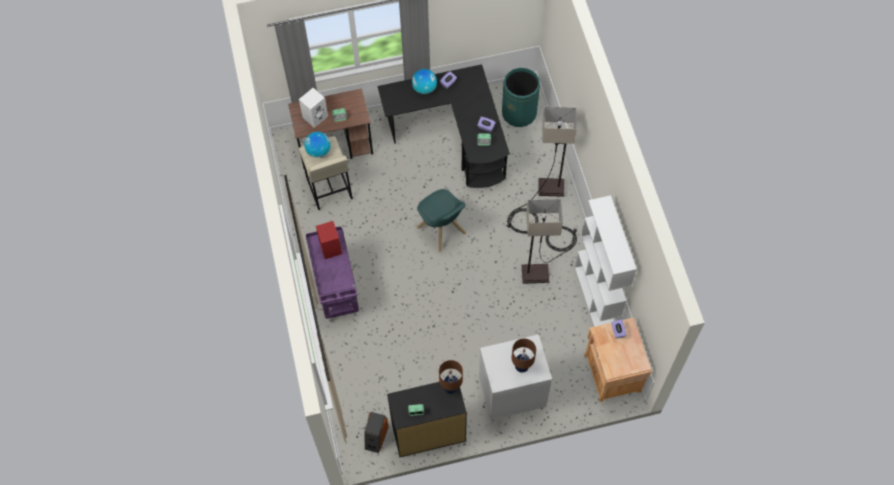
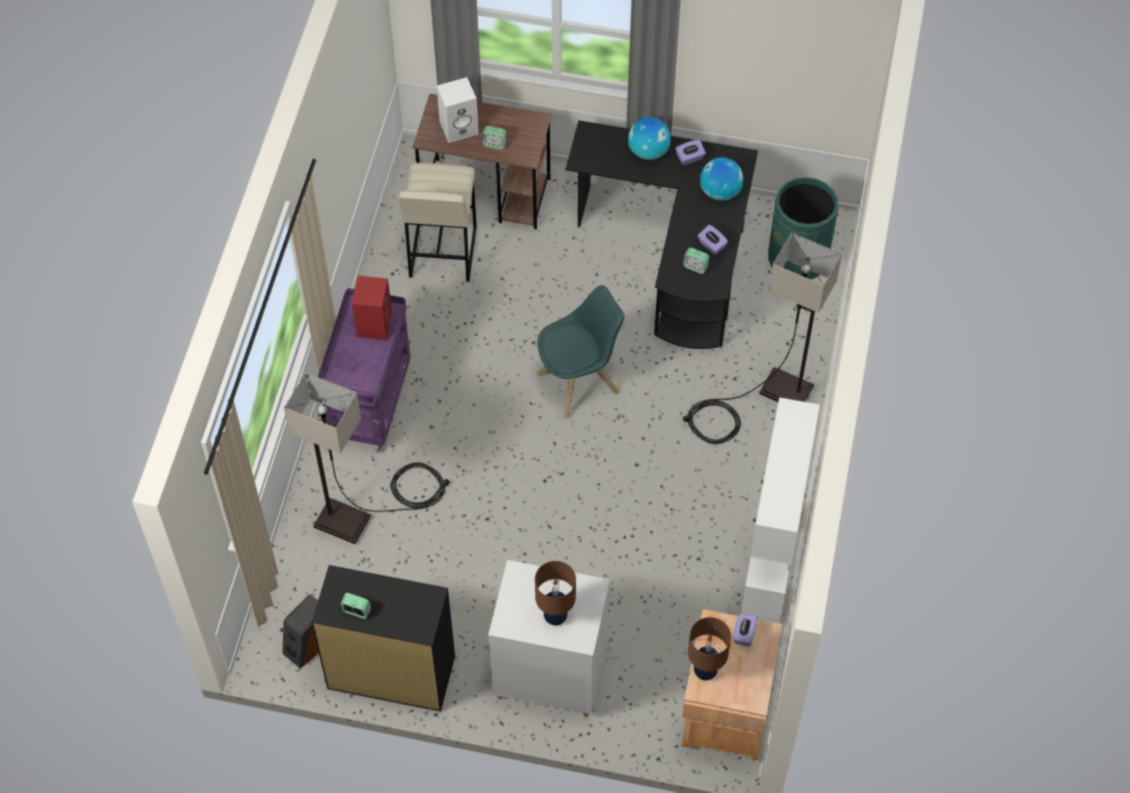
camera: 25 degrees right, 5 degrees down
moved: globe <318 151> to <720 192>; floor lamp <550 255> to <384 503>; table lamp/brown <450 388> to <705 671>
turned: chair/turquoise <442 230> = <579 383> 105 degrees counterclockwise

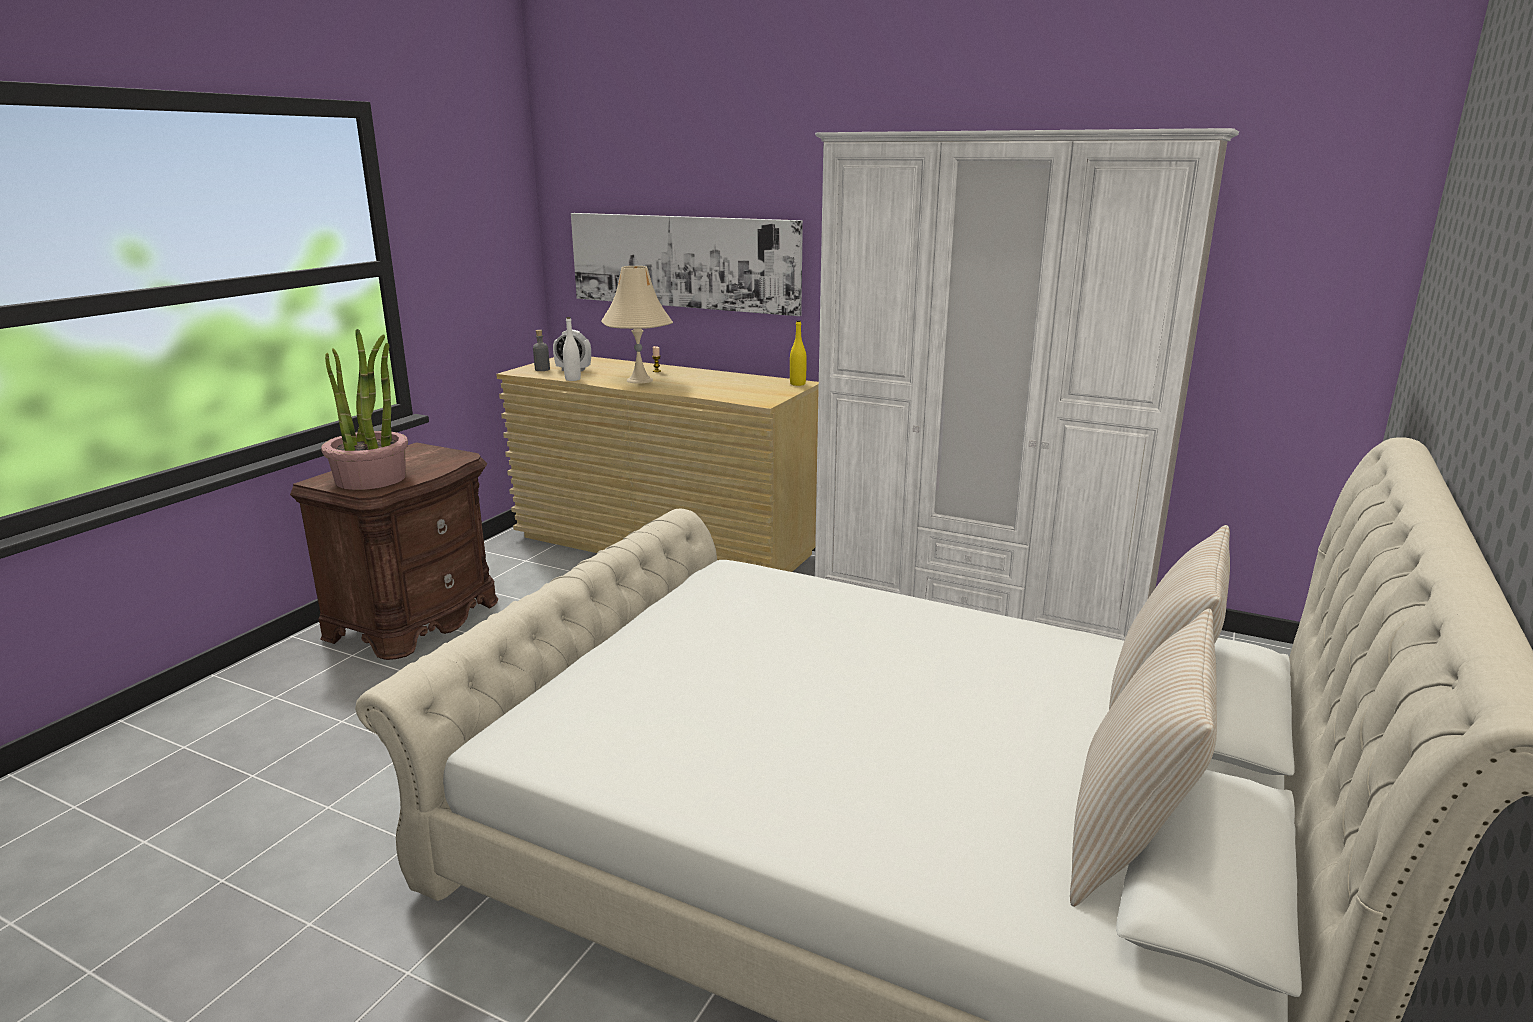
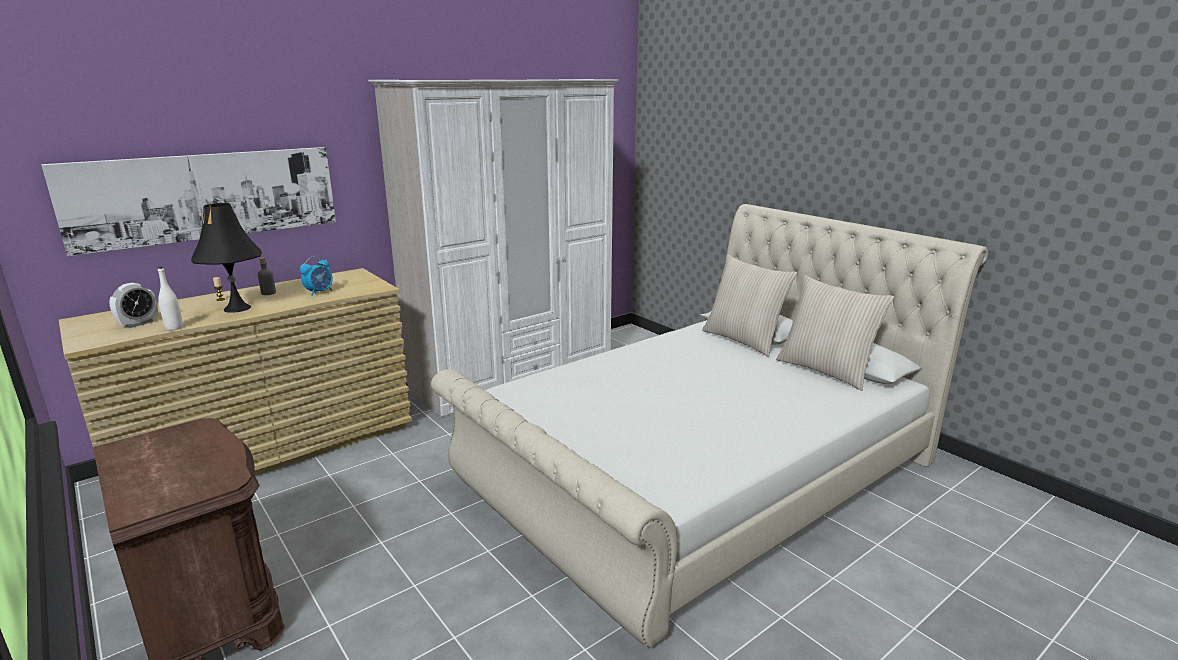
camera: 65 degrees left, 0 degrees up
removed: bottle/yellow <797 384>; potted plant <371 479>
added: alarm clock <319 292>
moved: bottle/grey <542 369> to <268 293>
recoloured: table lamp/beige <640 380> to table lamp/black <237 308>

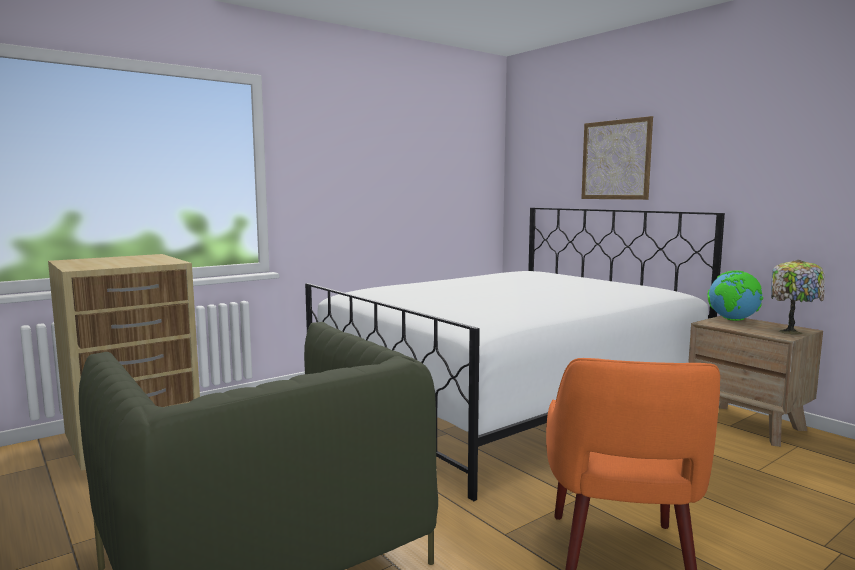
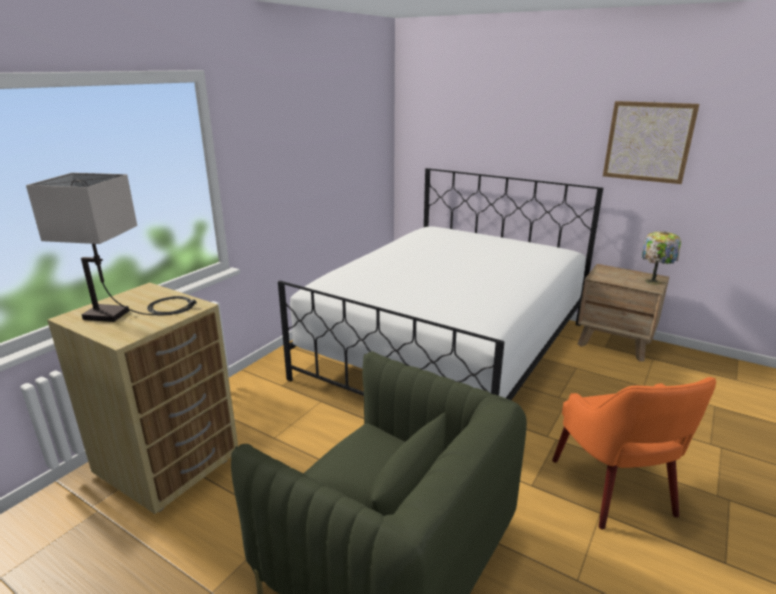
camera: 20 degrees left, 15 degrees up
removed: globe <733 320>
added: table lamp <134 312>
moved: picture <616 159> to <648 141>

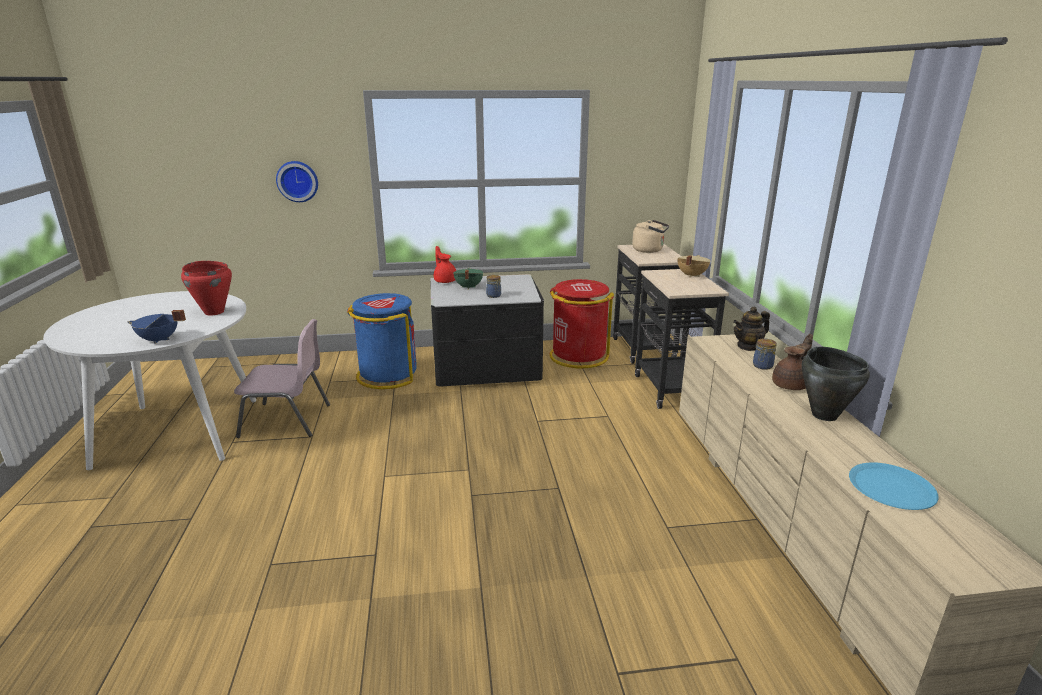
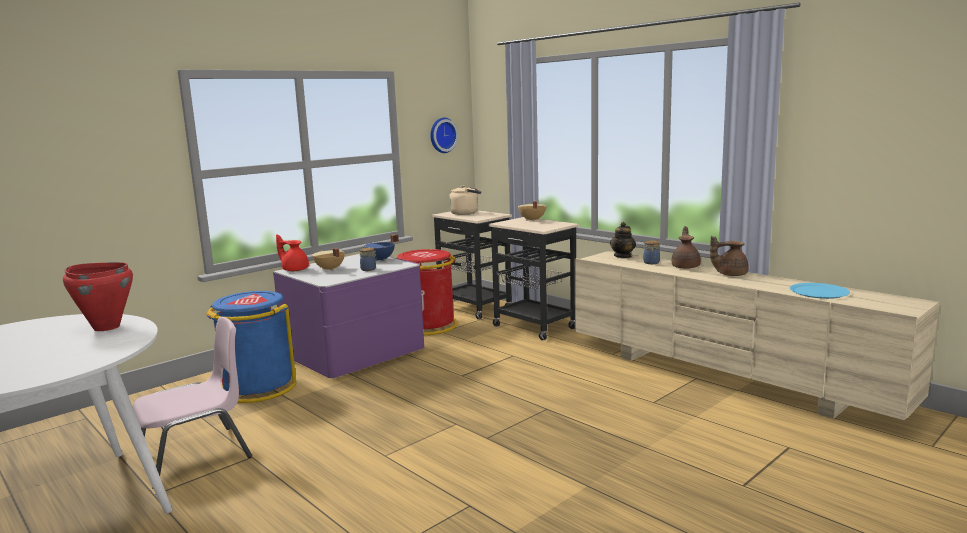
camera: 35 degrees left, 10 degrees down
moved: wall clock <298 181> to <442 135>; cooking pot/blue <159 340> to <381 259>
replaced: cooking pot/black <824 415> to teapot/brown <729 274>
recoloured: cooking pot/green <468 287> to cooking pot/beige <329 269>; nightstand/black <486 368> to nightstand/purple <355 355>

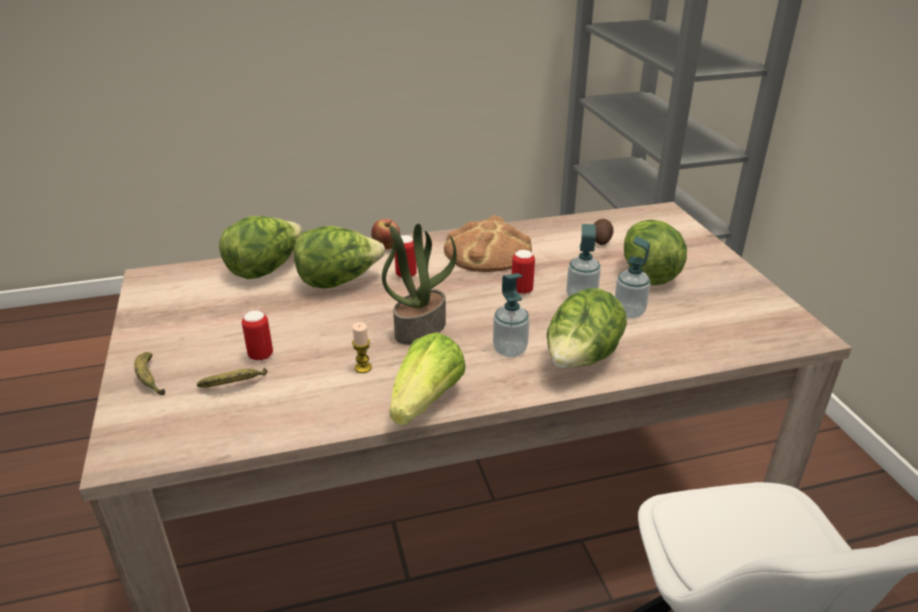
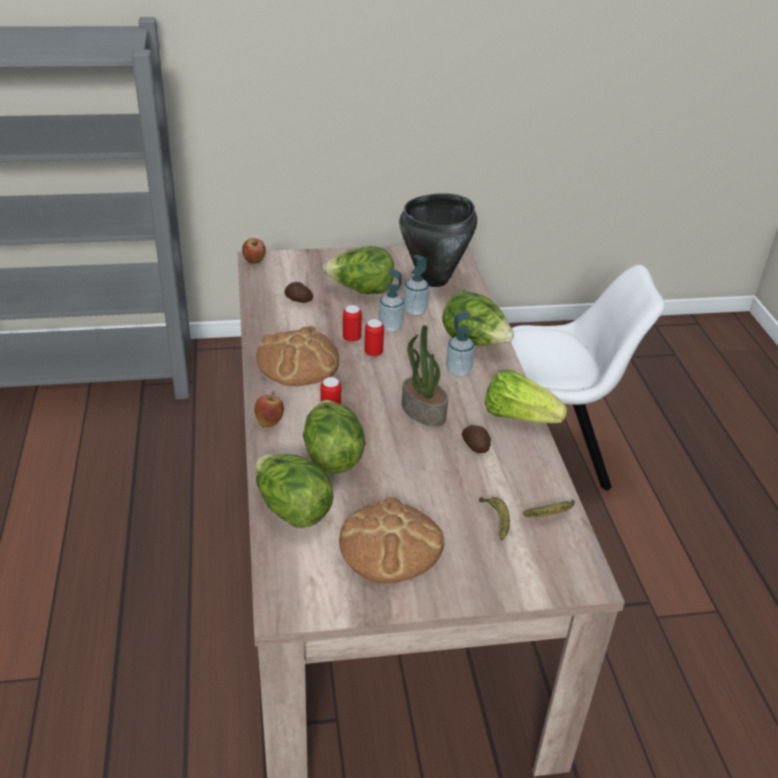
camera: 85 degrees left, 5 degrees up
added: cooking pot/black <434 279>; apple <254 261>; bread <390 545>
moved: can <261 355> to <351 338>; banana <150 379> to <551 515>
replaced: candle <363 368> to potato <475 445>

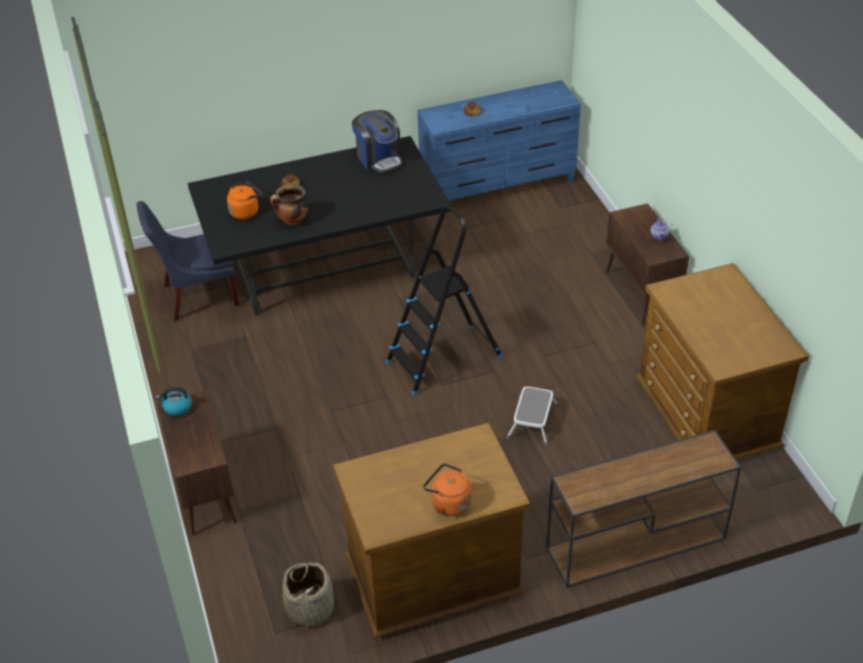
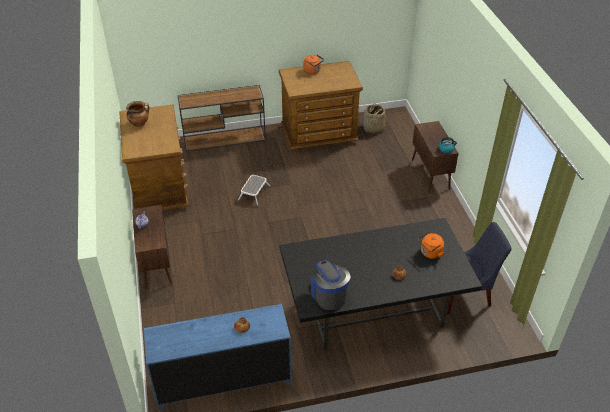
camera: 175 degrees left, 0 degrees up
removed: step ladder/black <443 359>
moved: cooking pot <292 221> to <139 124>

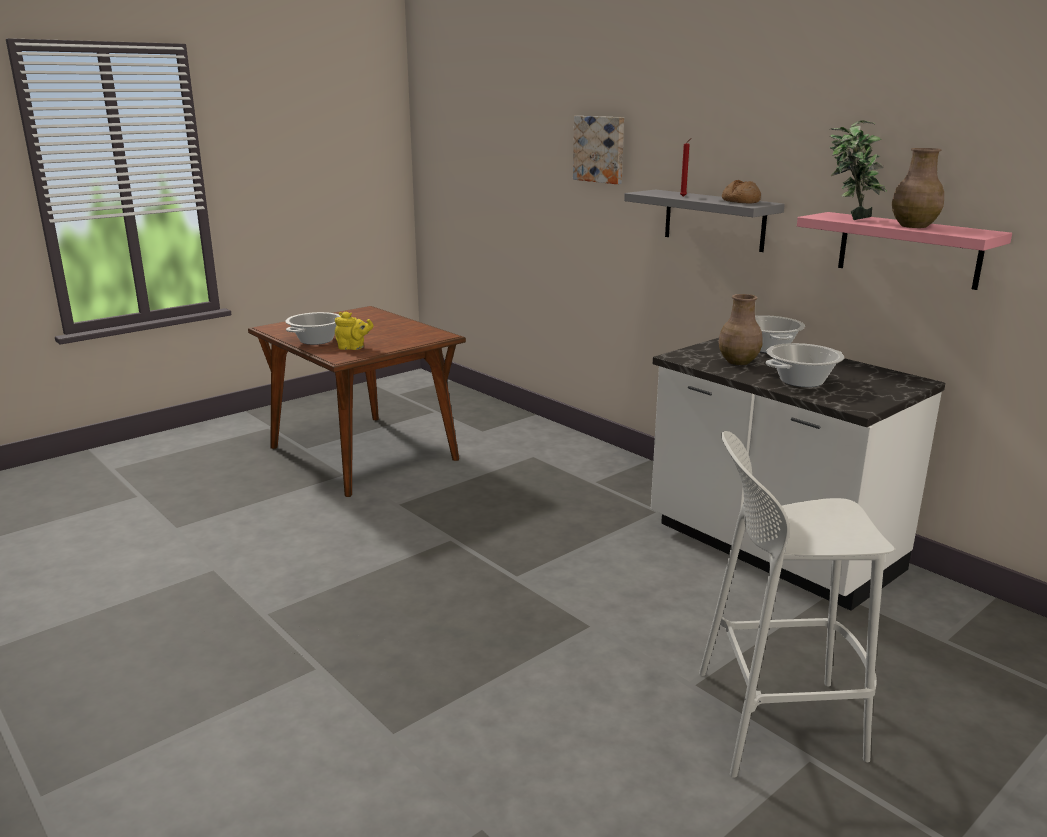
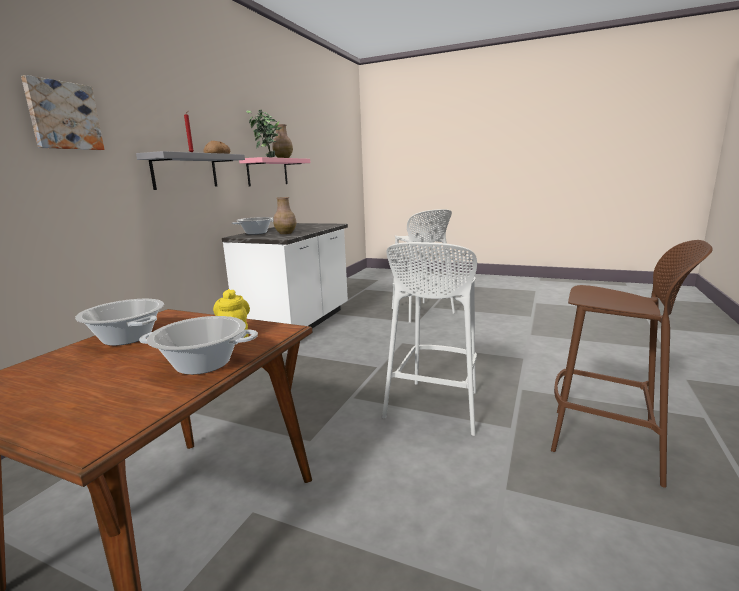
camera: 115 degrees left, 5 degrees down
added: stool/brown <608 442>; stool/white <435 407>
moved: cooking pot <802 381> to <127 338>

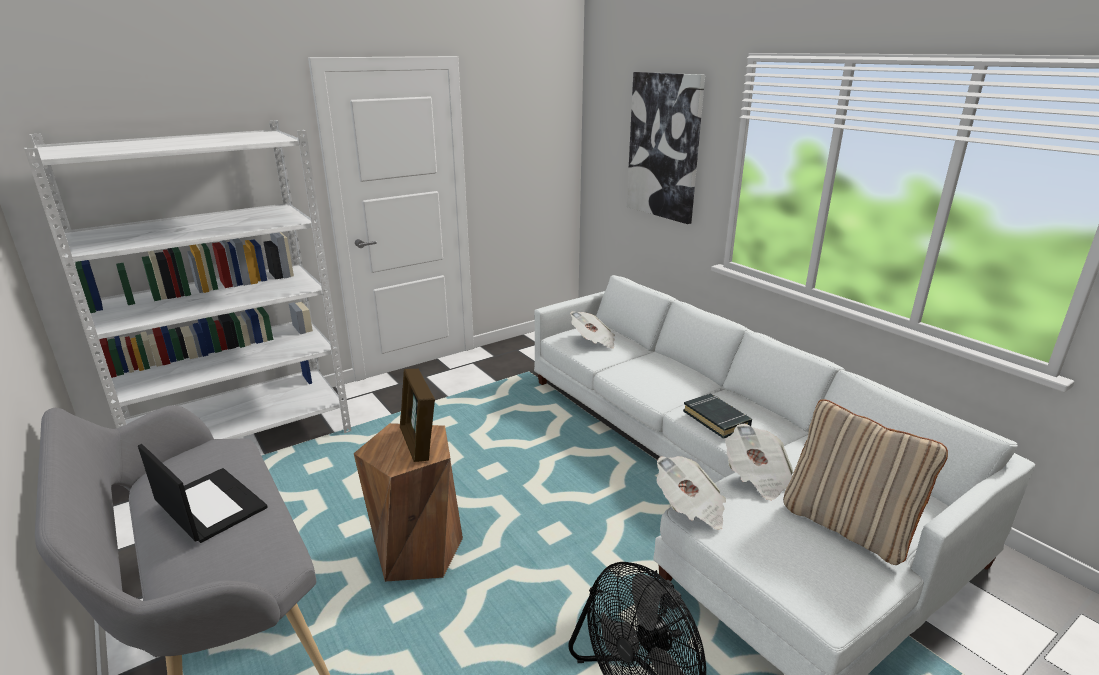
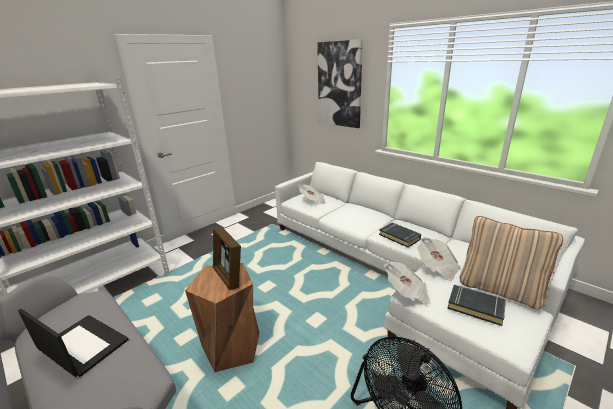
camera: 10 degrees left, 0 degrees up
added: book/black <475 307>

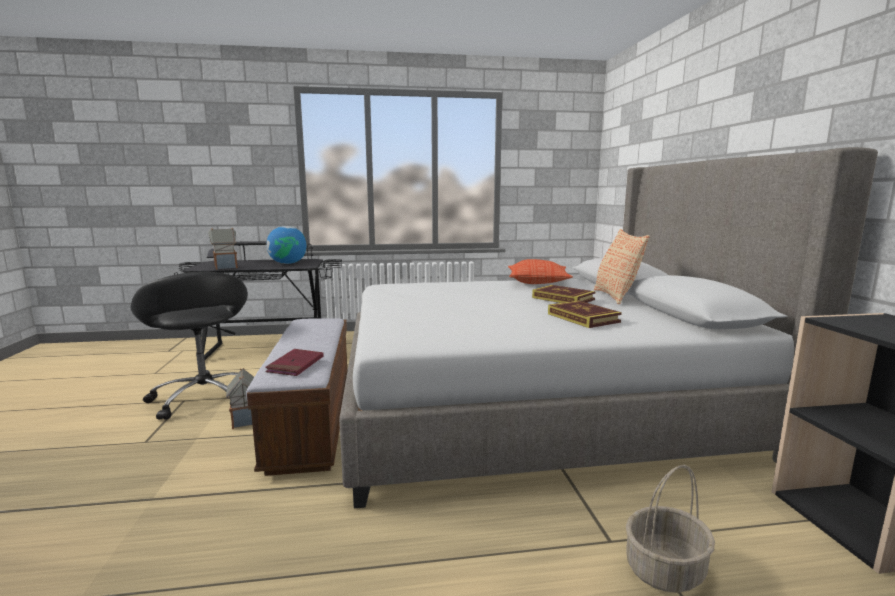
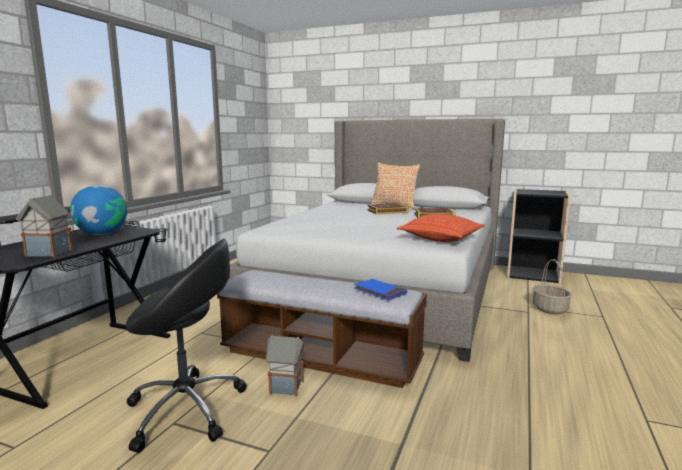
camera: 60 degrees left, 0 degrees up
moved: pillow/orange <538 282> to <441 239>
recoloured: book/red <295 365> to book/blue <380 292>

